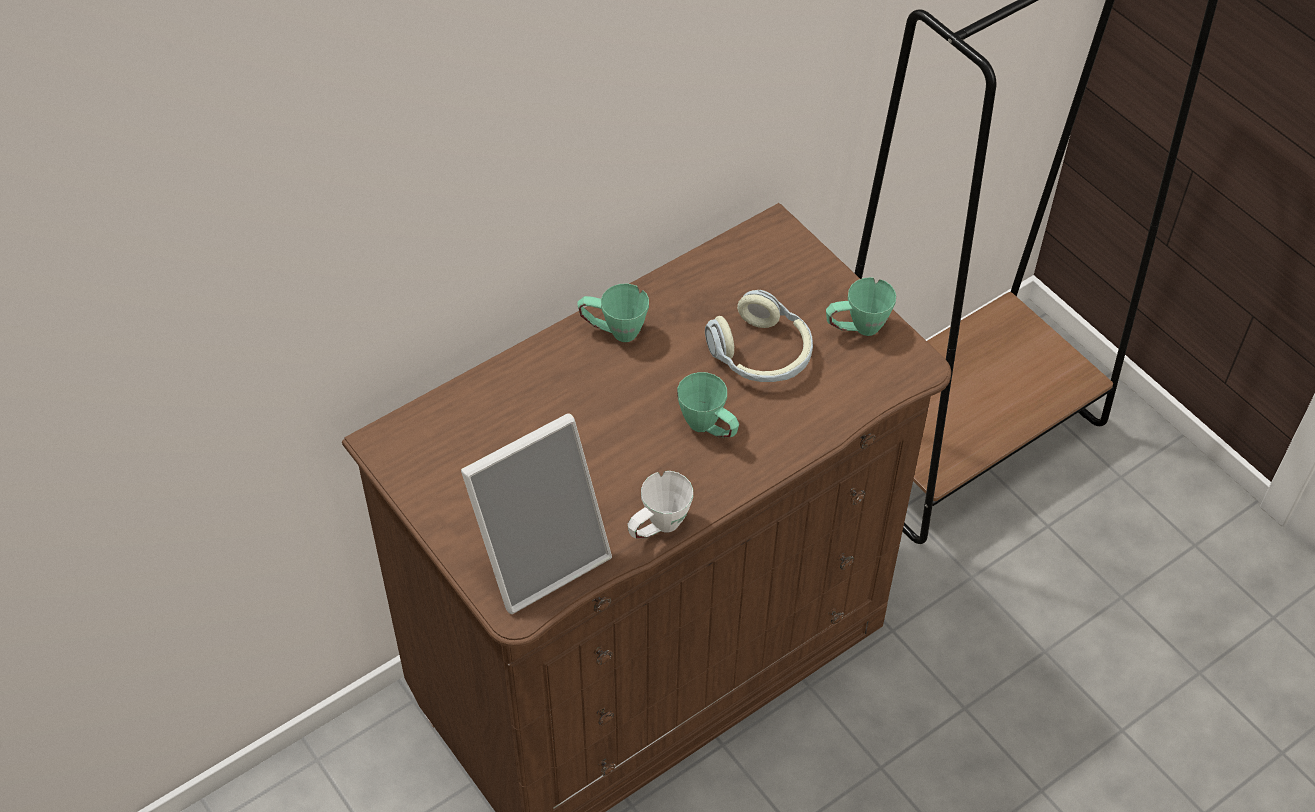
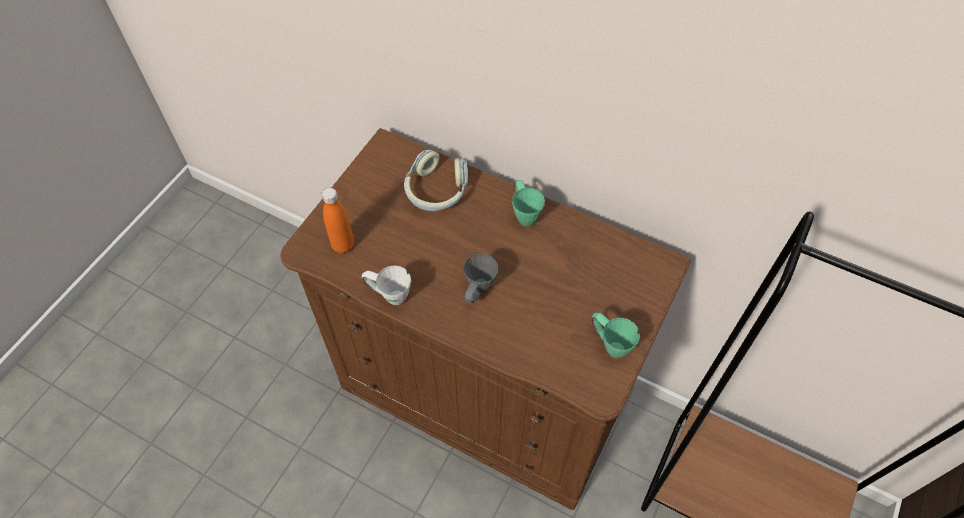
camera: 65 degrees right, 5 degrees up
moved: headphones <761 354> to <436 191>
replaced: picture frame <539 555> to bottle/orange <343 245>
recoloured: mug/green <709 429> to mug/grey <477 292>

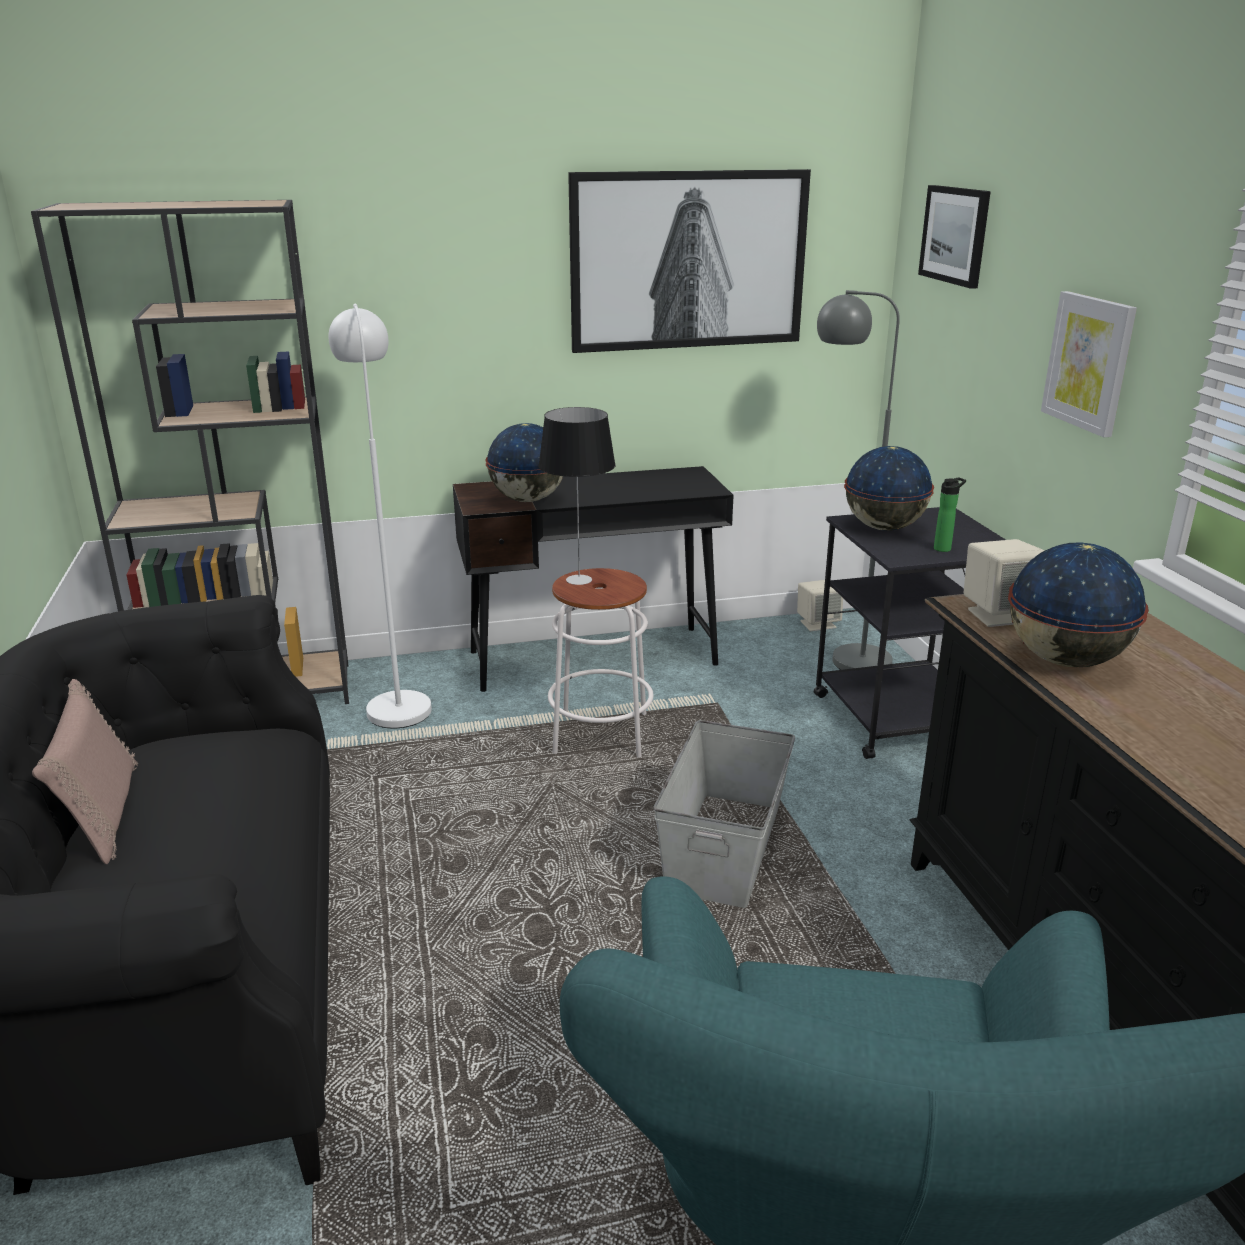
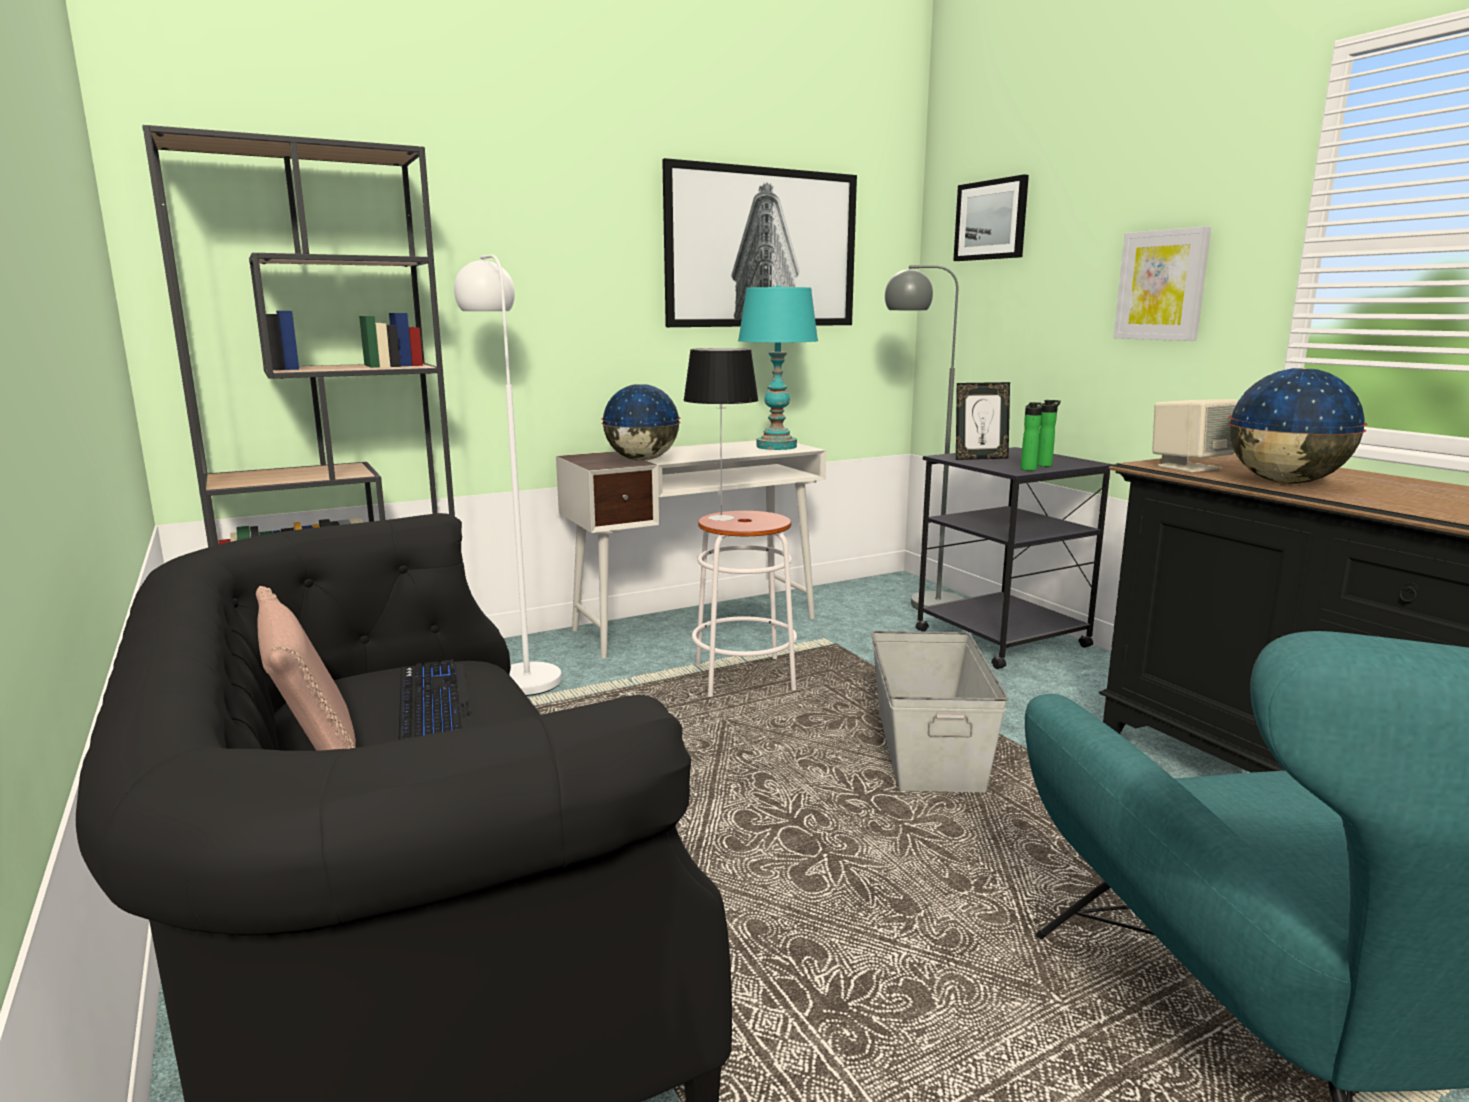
camera: 15 degrees left, 10 degrees down
removed: speaker/beige <817 624>
added: table lamp/turquoise <776 446>; bottle <1028 469>; keyboard <433 707>
replaced: globe <884 527> to picture frame <980 458>
recoloured: desk/black <594 657> to desk/white <696 623>

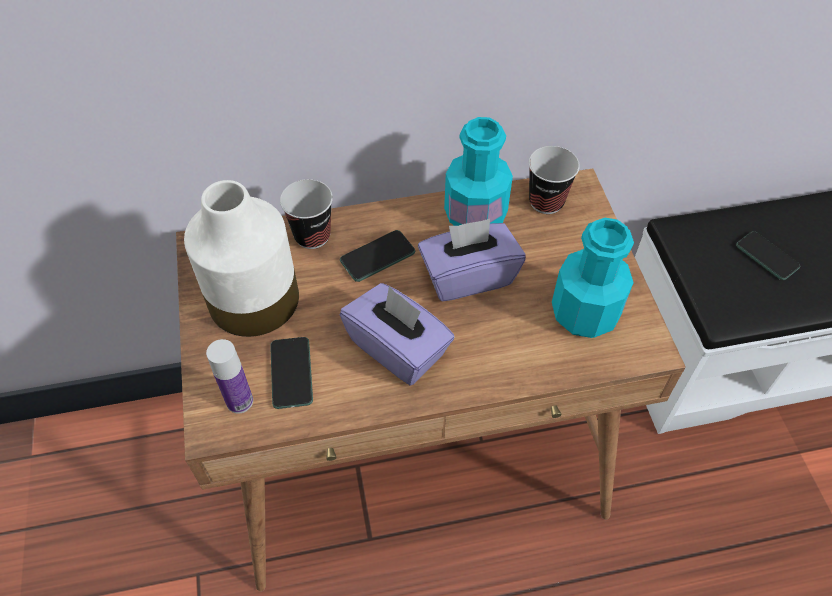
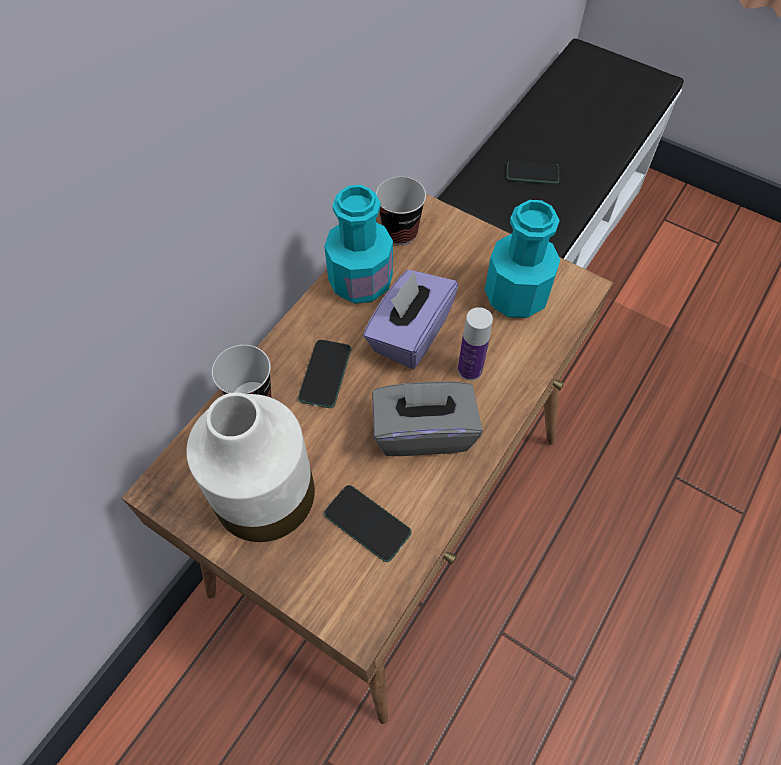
camera: 45 degrees left, 5 degrees up
moved: bottle <239 401> to <470 370>
recoloured: tissue box/purple <398 348> to tissue box/grey <423 431>

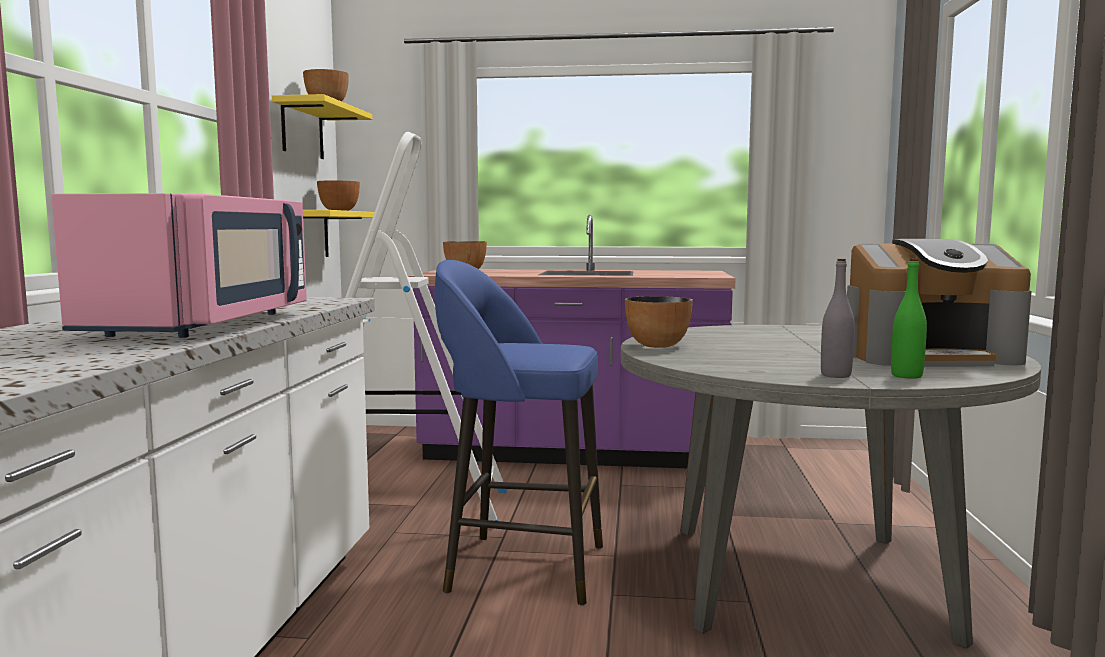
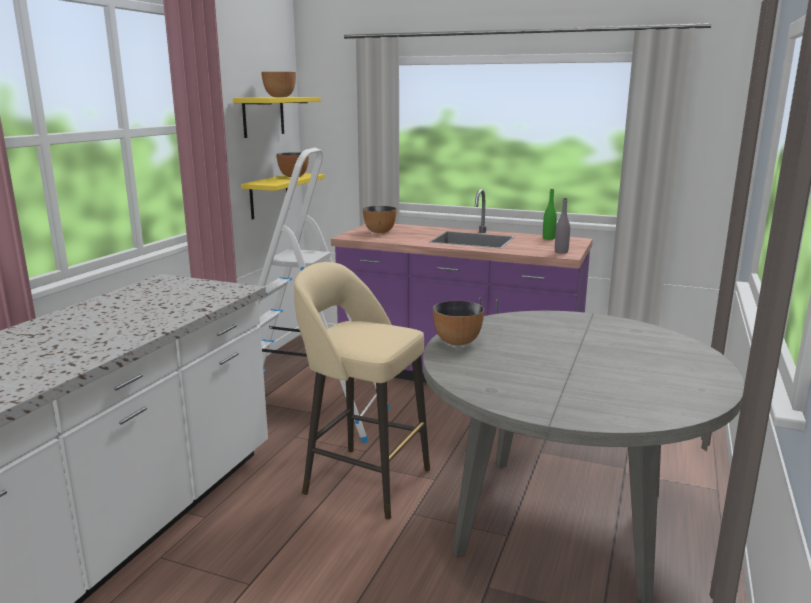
camera: 15 degrees right, 10 degrees up
removed: microwave/pink <207 324>; coffee machine <929 356>
moved: bottle/grey <835 375> to <561 252>; bottle/green <906 376> to <548 238>
recoloured: stool/blue <521 567> to stool/beige <364 480>

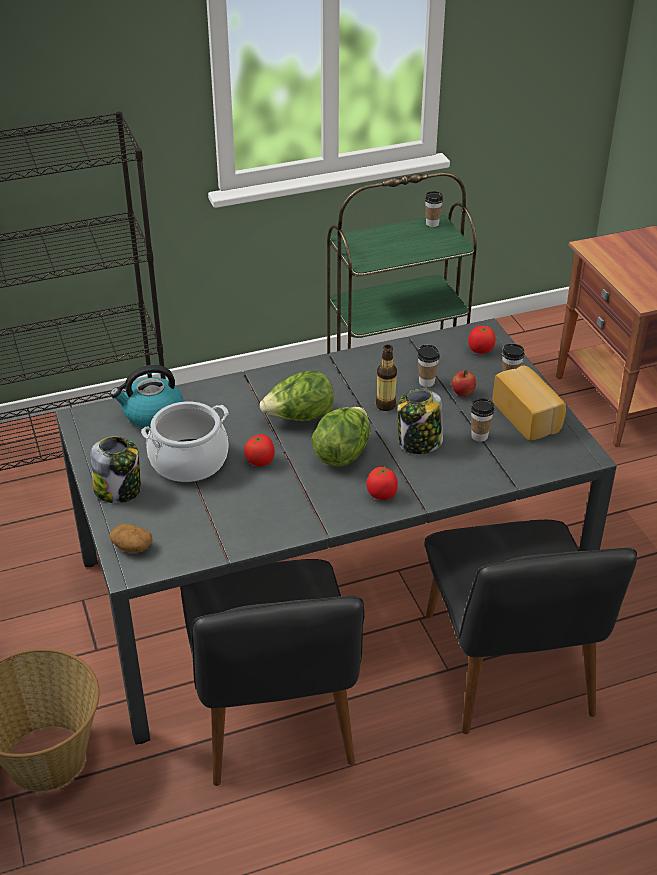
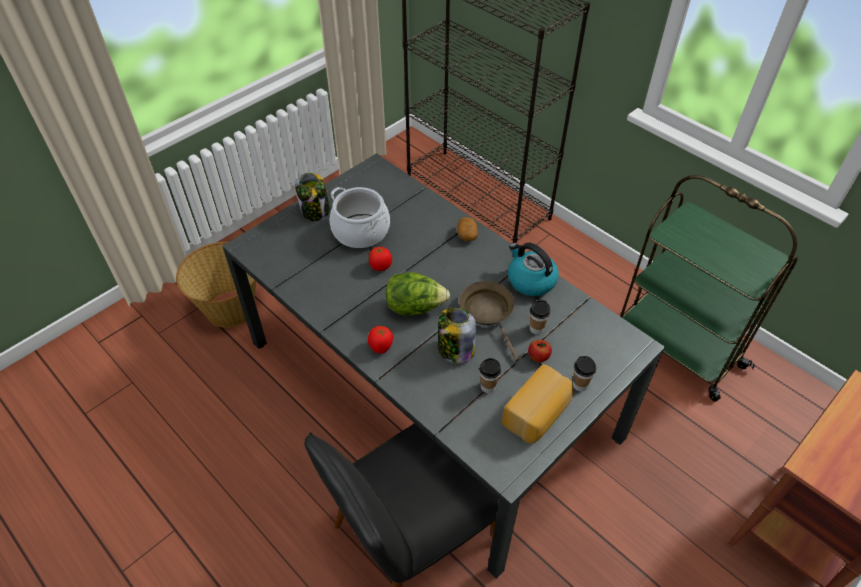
camera: 65 degrees right, 10 degrees up
removed: cup <432 223>; tomato <480 350>; lettuce <299 418>; chair/black <272 709>
moved: kettle <152 414> to <530 280>; potato <131 546> to <466 234>
replaced: bottle <385 405> to frying pan/brown <489 313>

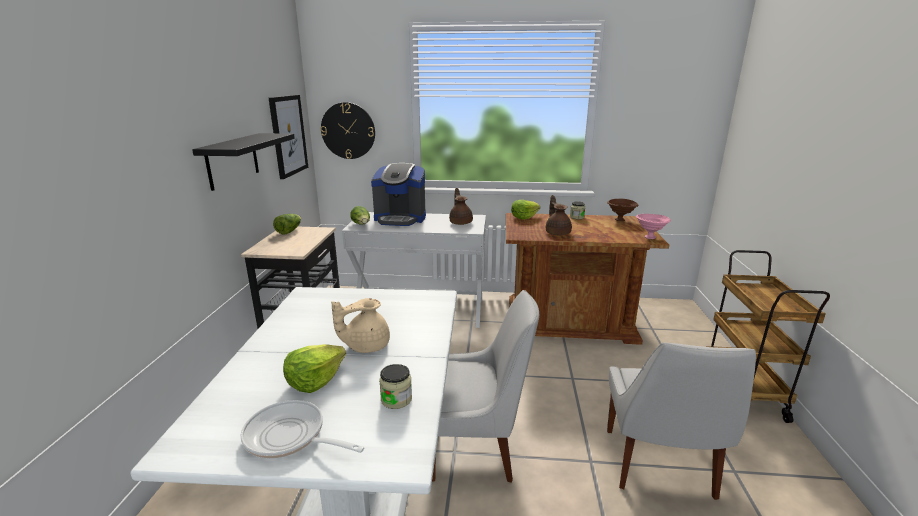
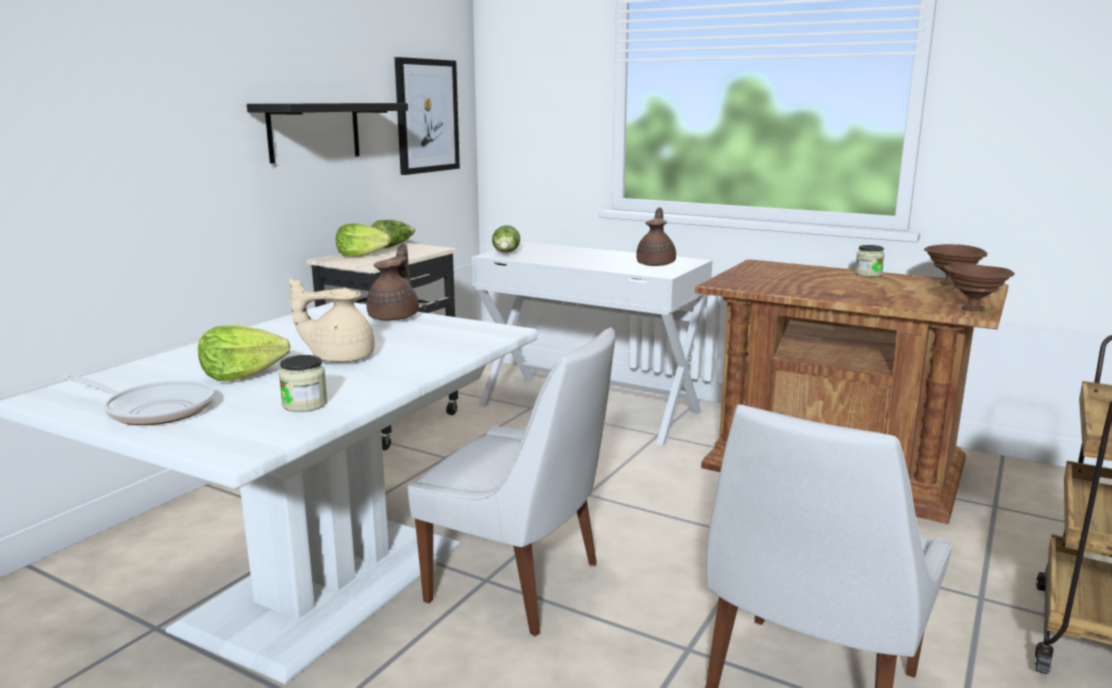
camera: 25 degrees right, 5 degrees down
removed: wall clock <348 131>; coffee machine <400 219>
moved: teapot/brown <557 232> to <395 317>; lettuce <524 217> to <361 255>
recoloured: bowl/pink <649 237> to bowl/brown <972 308>
turned: frying pan <290 437> = <154 409> 150 degrees clockwise

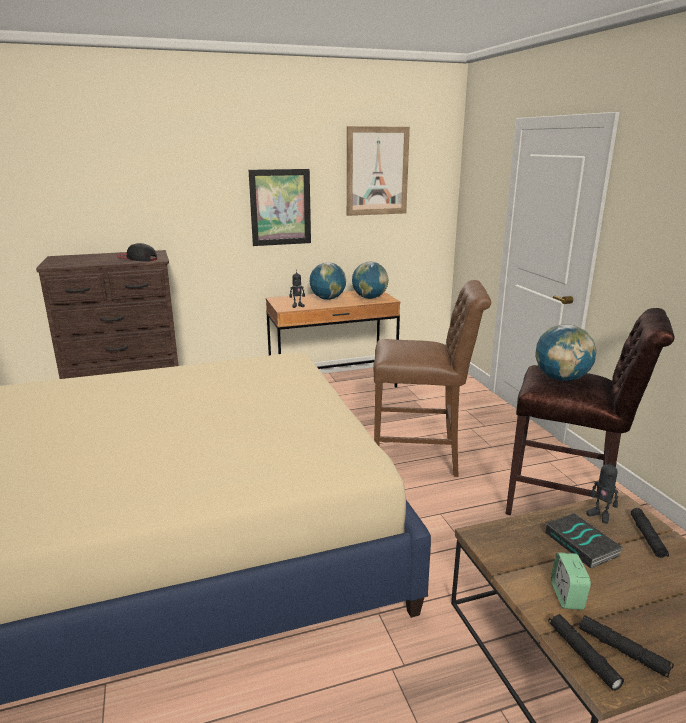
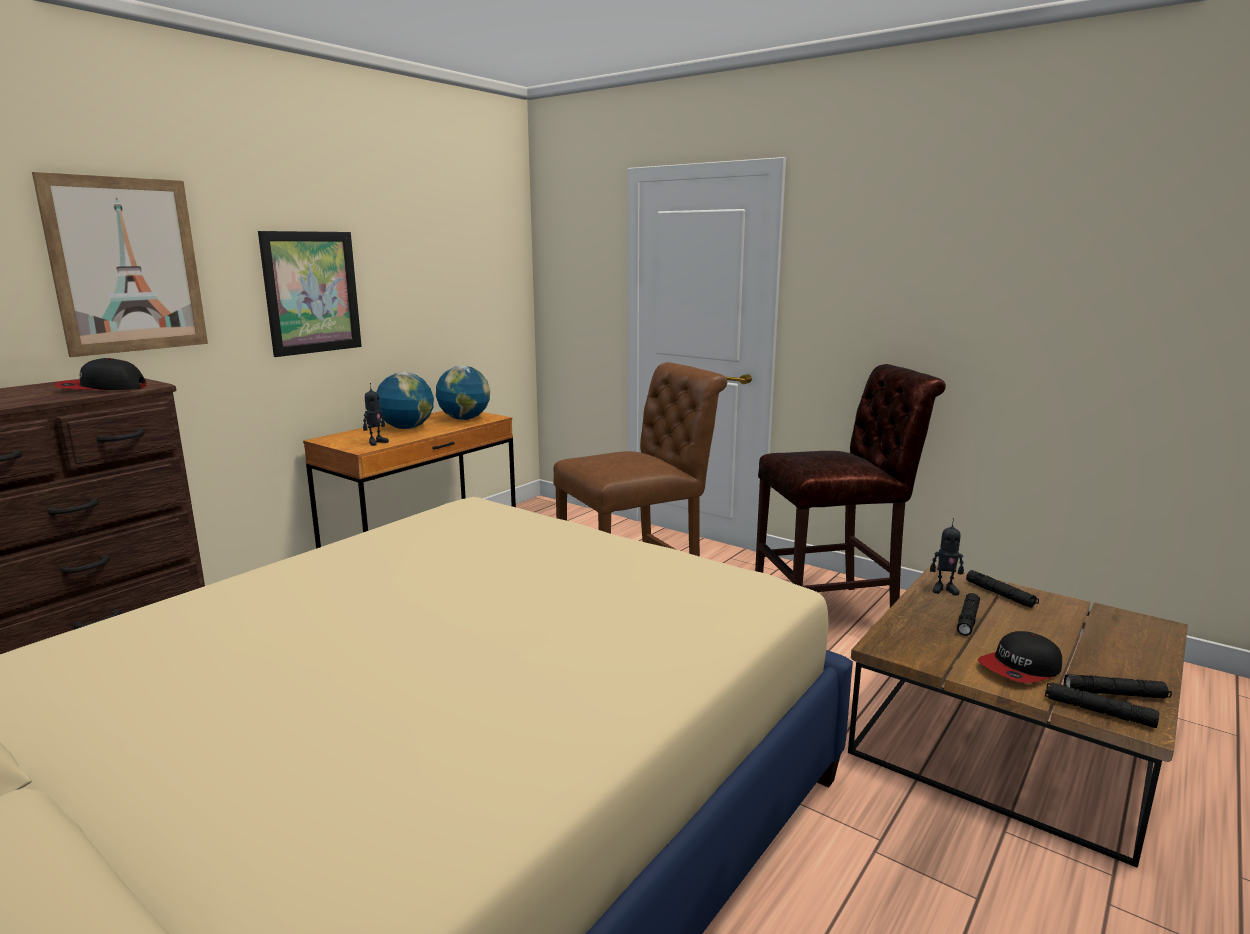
camera: 35 degrees left, 5 degrees down
removed: globe <561 378>
moved: picture <377 171> to <127 265>
replaced: book <582 544> to flashlight/black <968 619>; alarm clock <567 596> to cap <1020 668>

